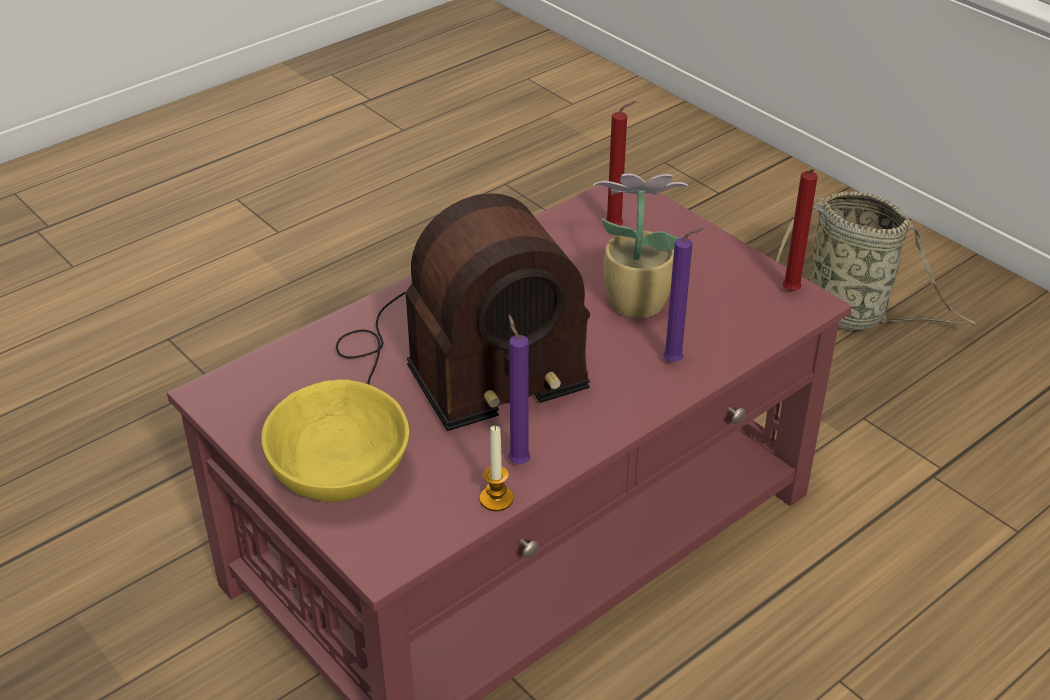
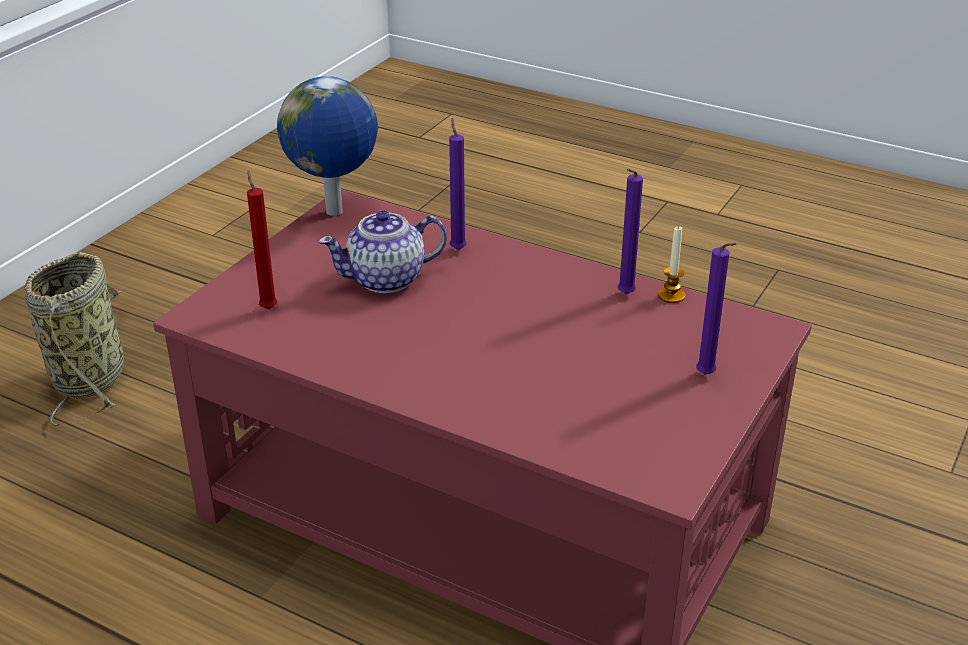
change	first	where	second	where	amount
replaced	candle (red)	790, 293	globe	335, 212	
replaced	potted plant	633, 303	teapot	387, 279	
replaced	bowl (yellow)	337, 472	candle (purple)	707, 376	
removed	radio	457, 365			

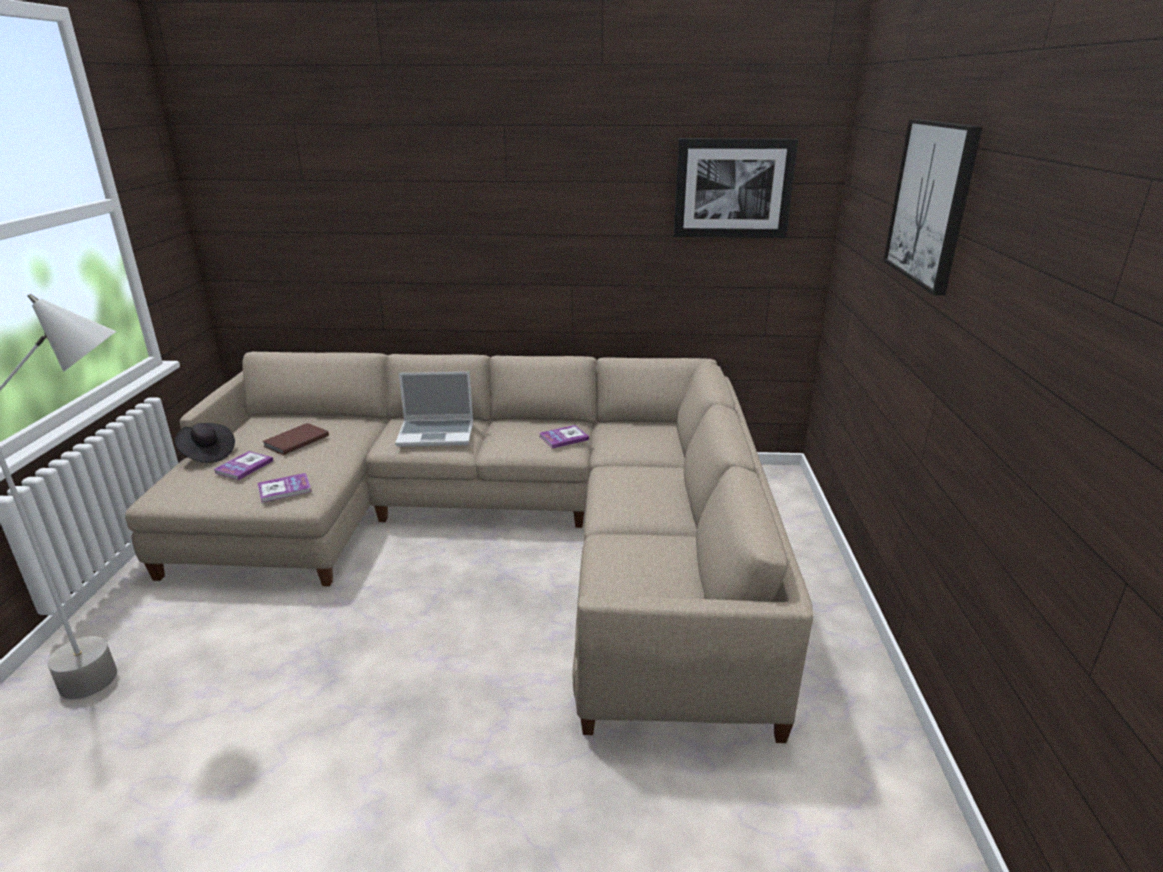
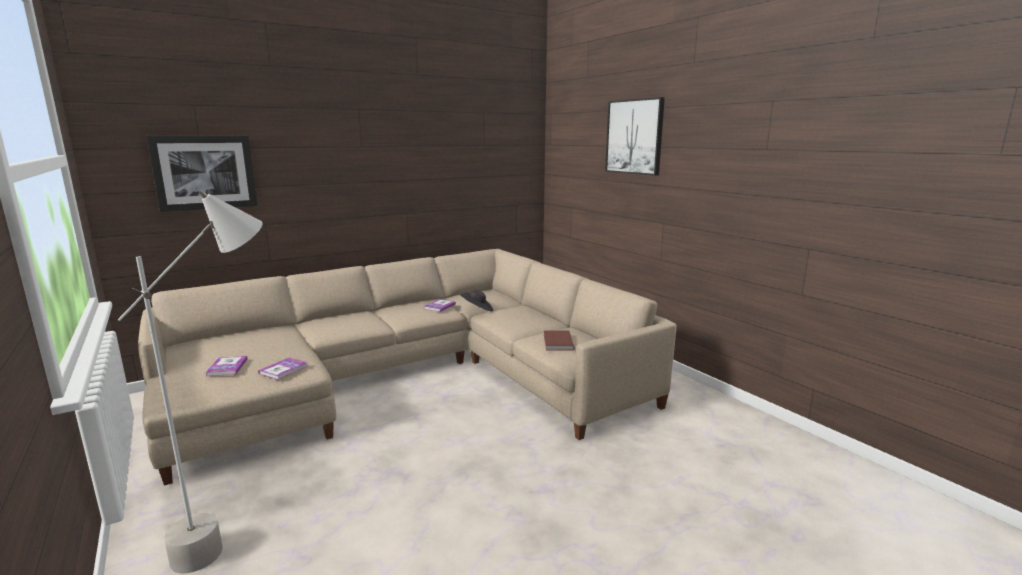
change	first	where	second	where	amount
moved	picture	733, 188		205, 172	
moved	hat (black)	207, 454		477, 310	
moved	book (brown)	295, 441		557, 342	
removed	laptop	437, 434			

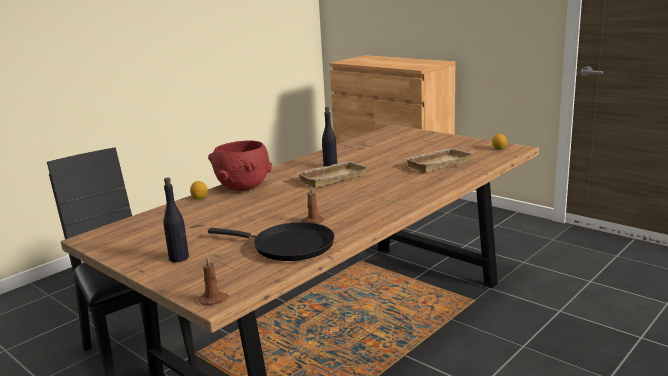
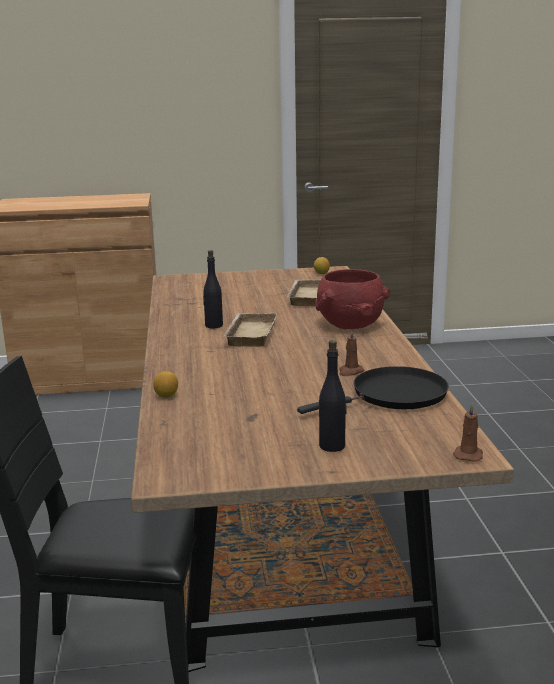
change	first	where	second	where	amount
moved	bowl (red)	243, 187		350, 325	

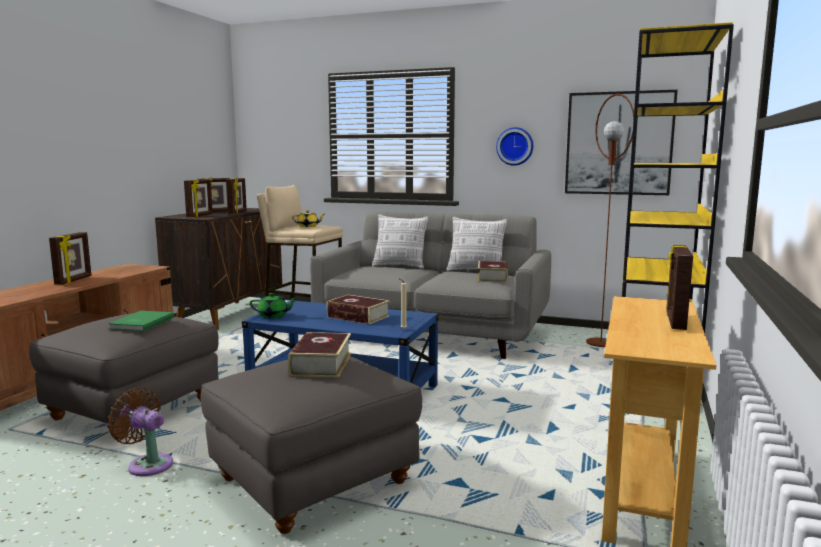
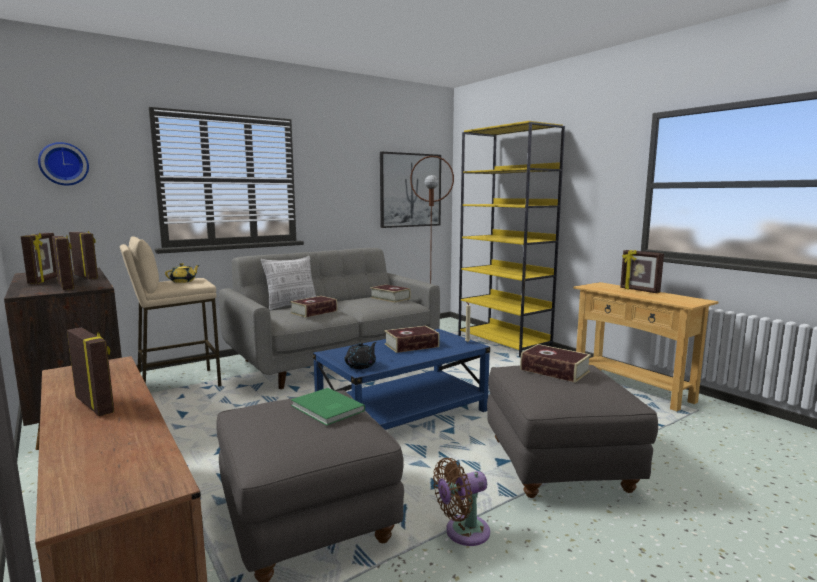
change	first	where	second	where	amount
moved	wall clock	515, 146		63, 164	
added			book	314, 312	
recoloured	teapot (green)	273, 316	teapot (black)	361, 365	
removed	pillow	476, 271			

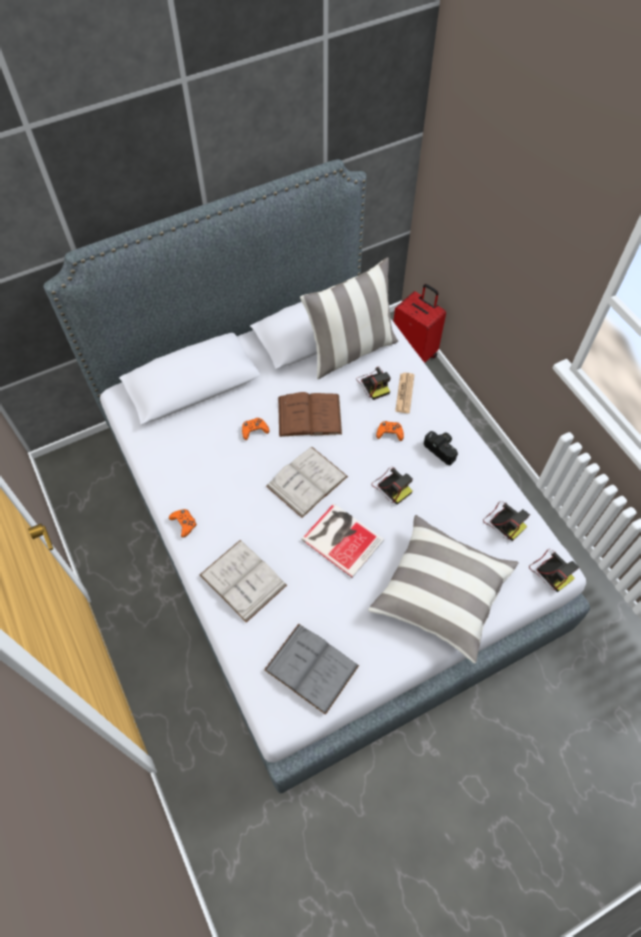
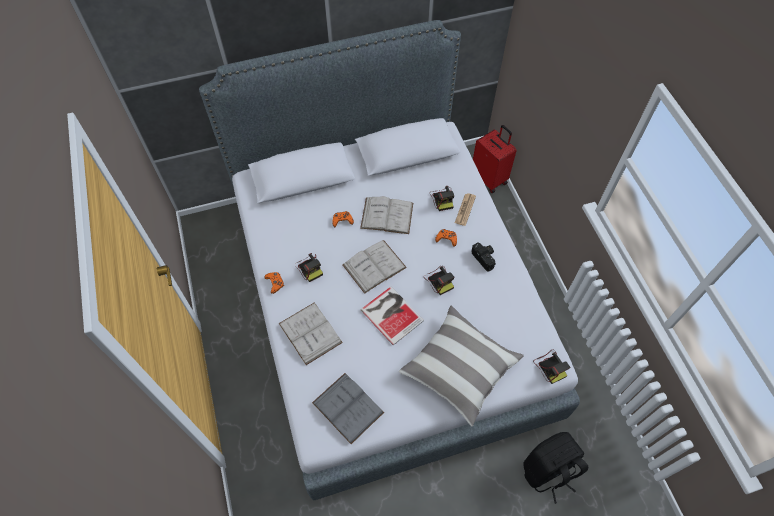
change	first	where	second	where	amount
moved	photo camera	504, 522		309, 268	
recoloured	book (brown)	309, 415	book (white)	387, 215	
added			backpack (black)	547, 471	
removed	pillow	350, 350			

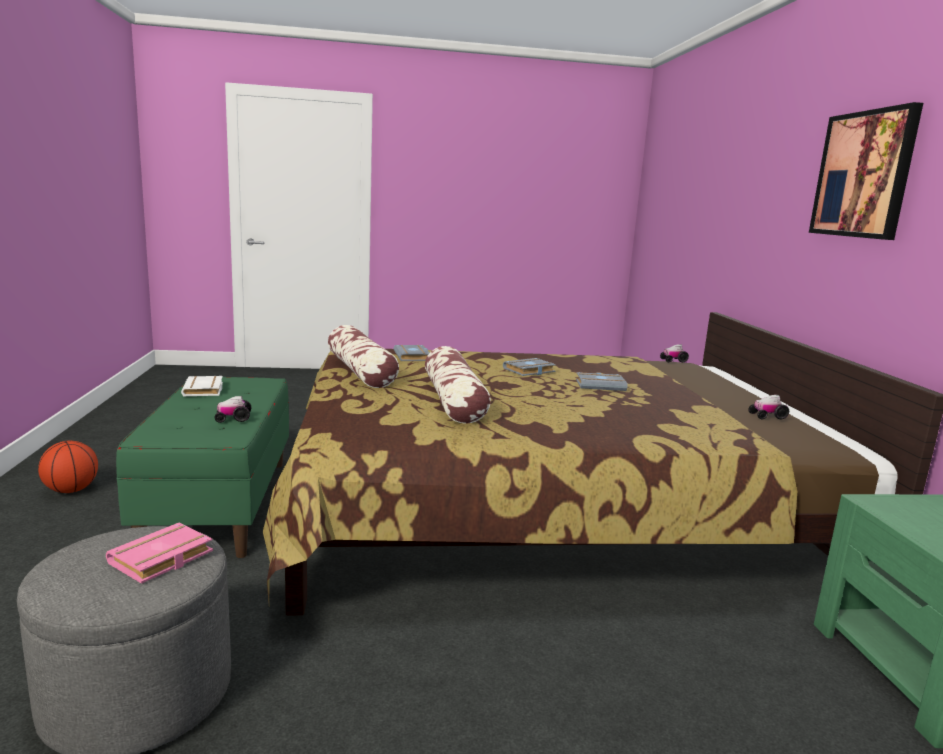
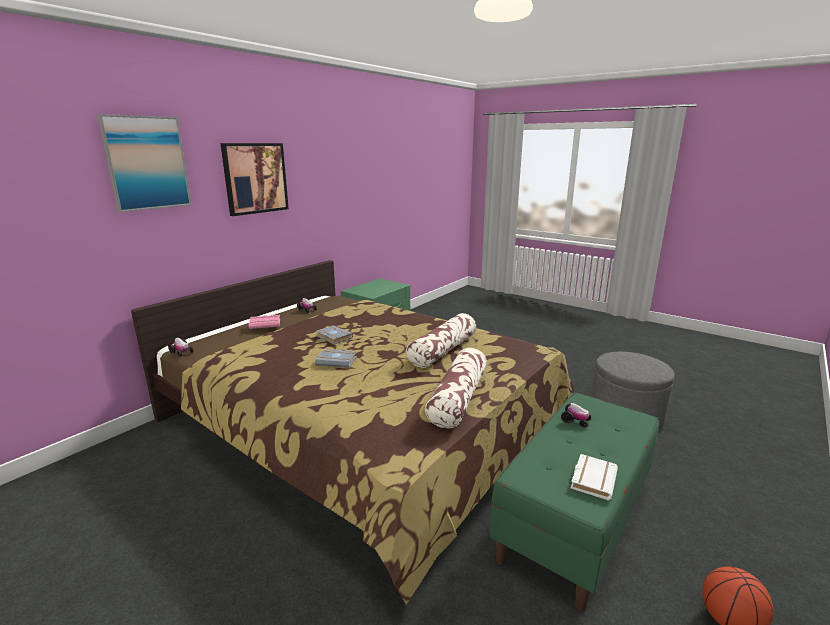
change	first	where	second	where	amount
added			picture	147, 163	
moved	book (pink)	161, 559		266, 324	
removed	book (grey)	413, 357			

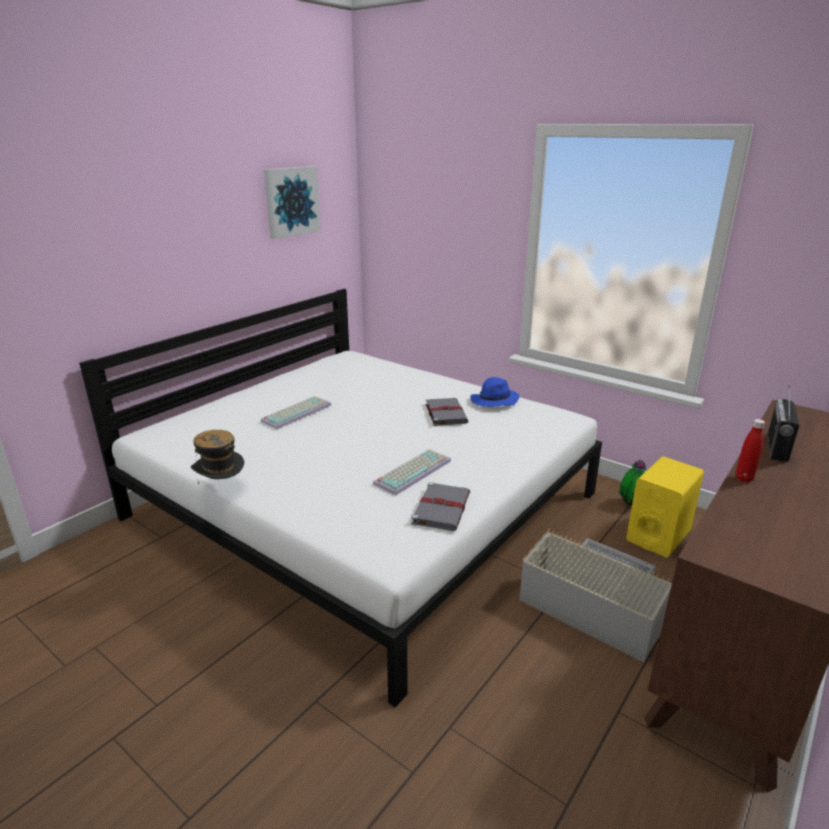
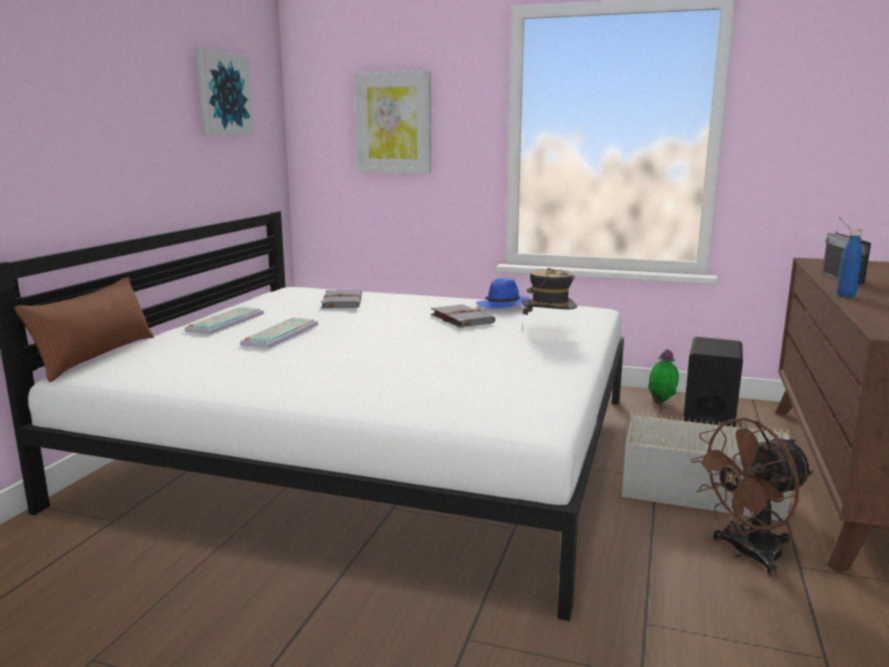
change	first	where	second	where	amount
added			pillow (brown)	97, 357	
moved	keyboard	412, 471		225, 321	
moved	book (grey)	441, 508		342, 301	
added			picture	393, 123	
moved	hat	221, 489		548, 330	
recoloured	speaker (yellow)	658, 535	speaker (black)	708, 422	
added			fan (brown)	747, 554	
recoloured	bottle (red)	744, 478	bottle (blue)	846, 295	

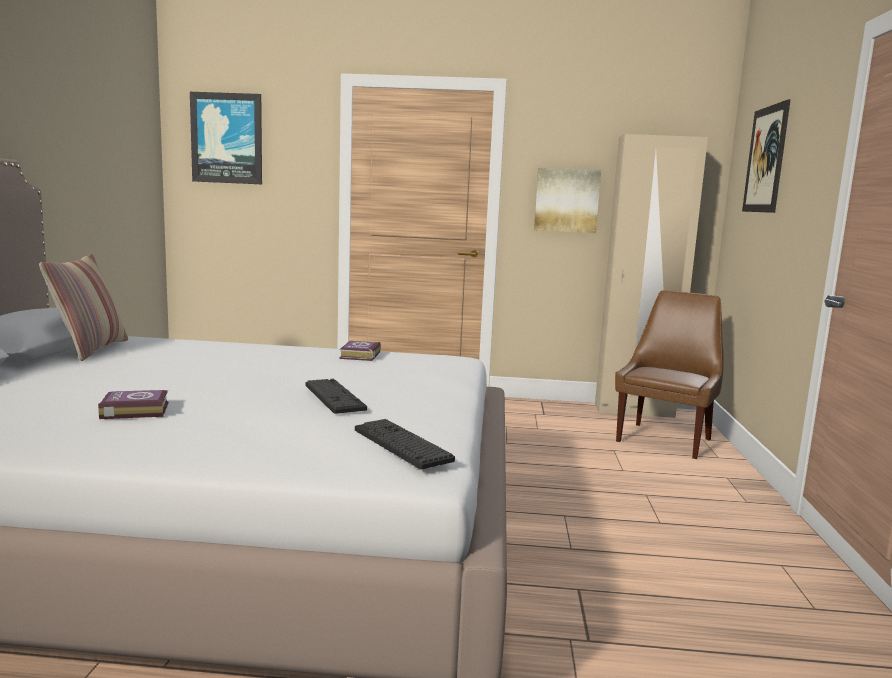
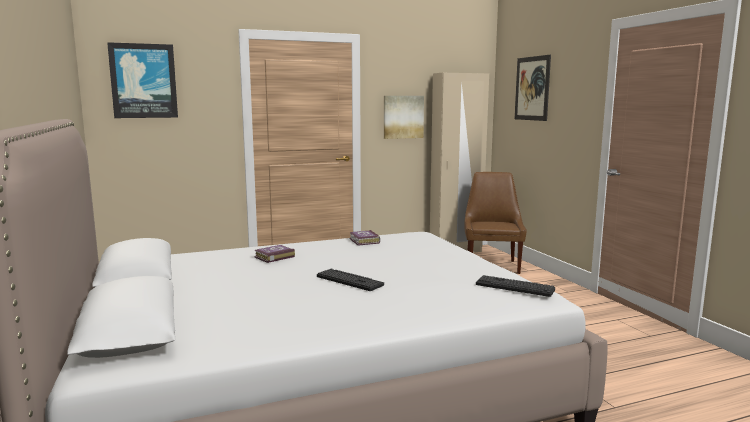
change	first	where	second	where	amount
moved	book	133, 410		273, 257	
moved	keyboard	334, 397		349, 280	
removed	pillow	91, 349			

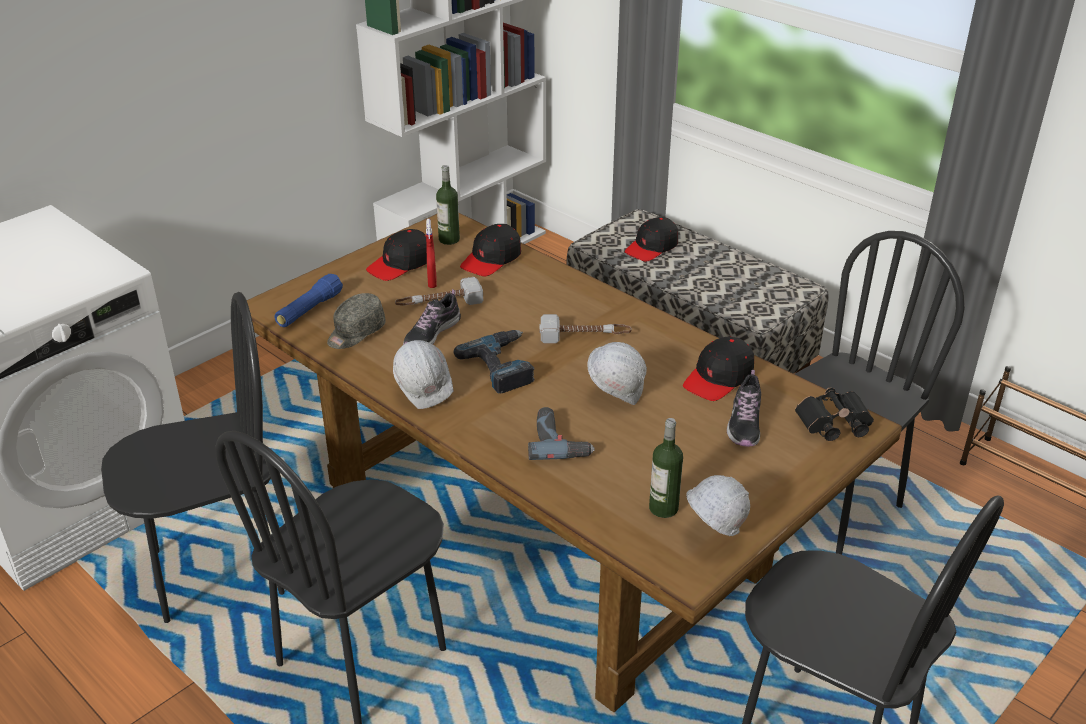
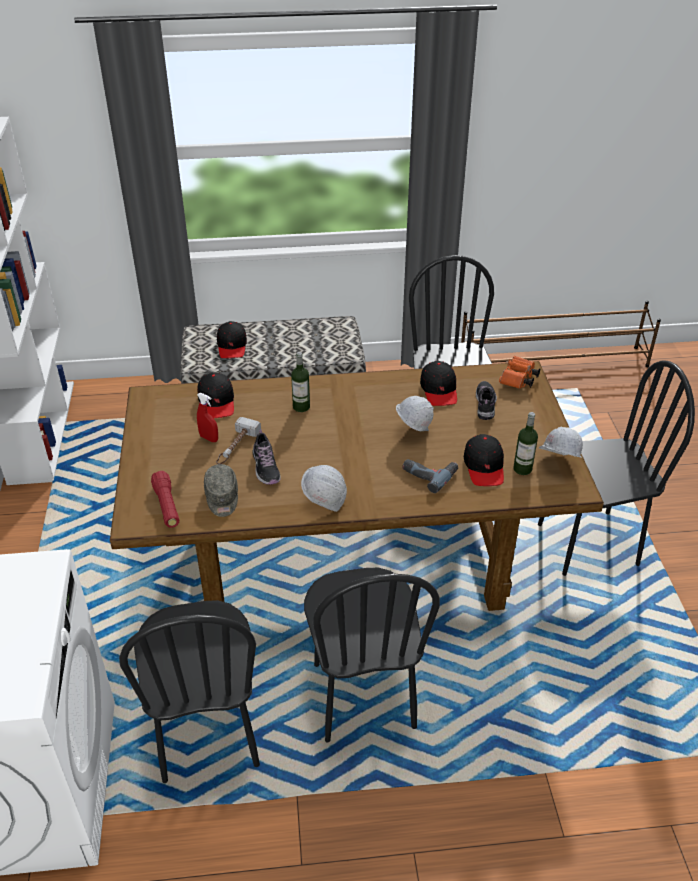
change	first	where	second	where	amount
turned	chair (black)	218, 571		207, 732	150 degrees clockwise
recoloured	flashlight (blue)	309, 310	flashlight (red)	167, 506	
moved	bottle	449, 239		301, 407	
moved	cap (black)	400, 264		484, 467	
turned	shoe	744, 423		485, 404	135 degrees counterclockwise
recoloured	binoculars (black)	832, 427	binoculars (orange)	518, 380	
removed	power drill	503, 366			
removed	hammer	585, 335			

